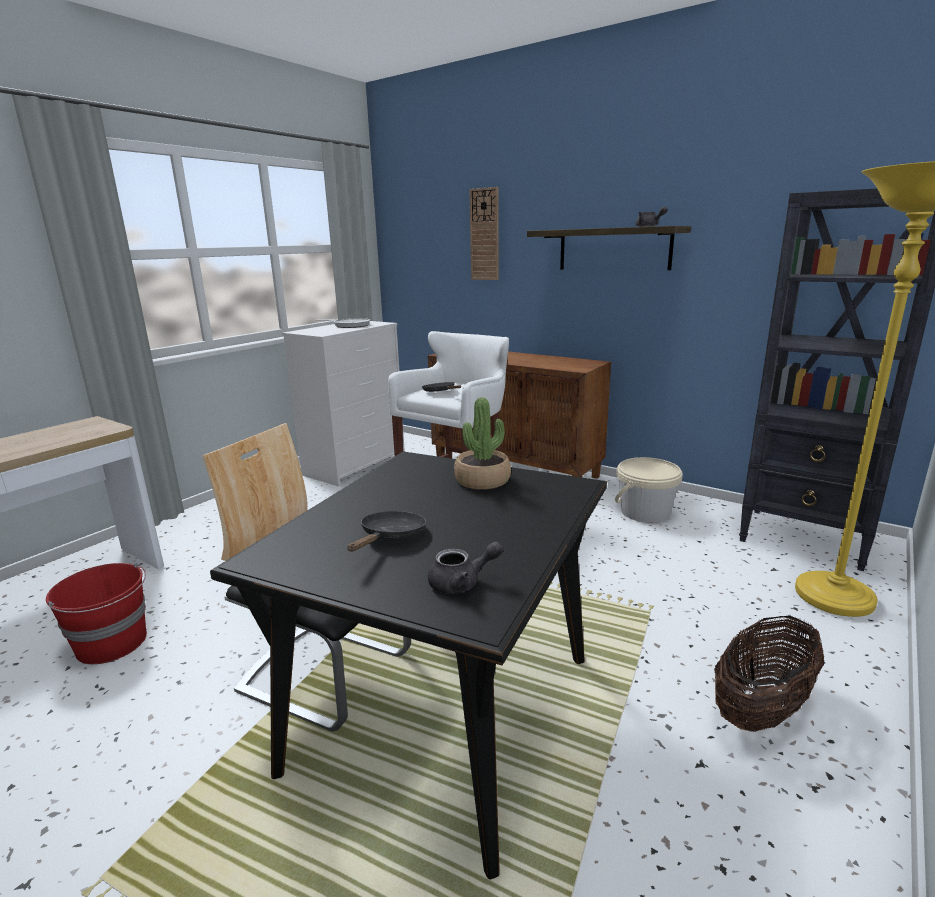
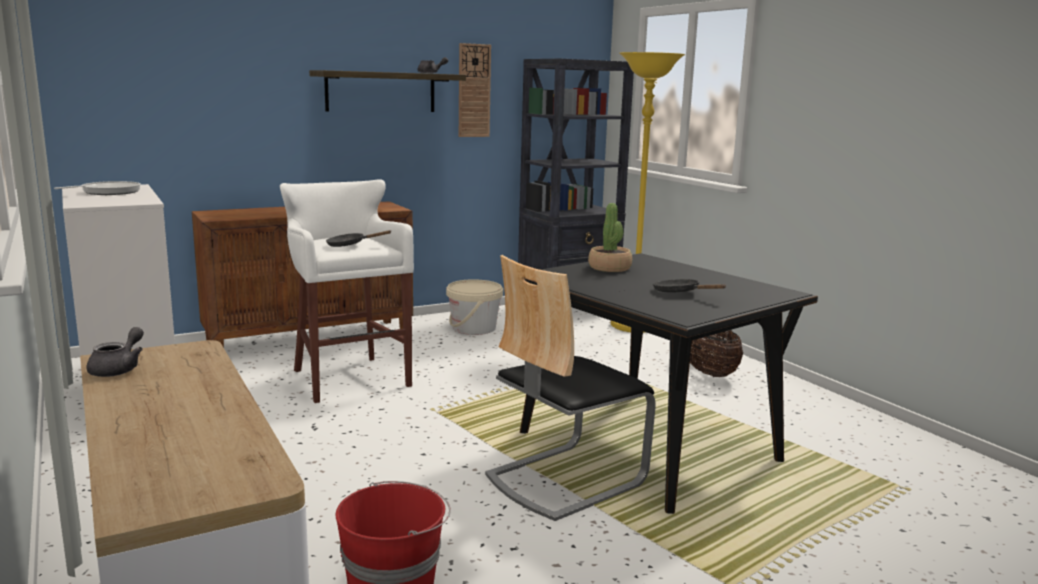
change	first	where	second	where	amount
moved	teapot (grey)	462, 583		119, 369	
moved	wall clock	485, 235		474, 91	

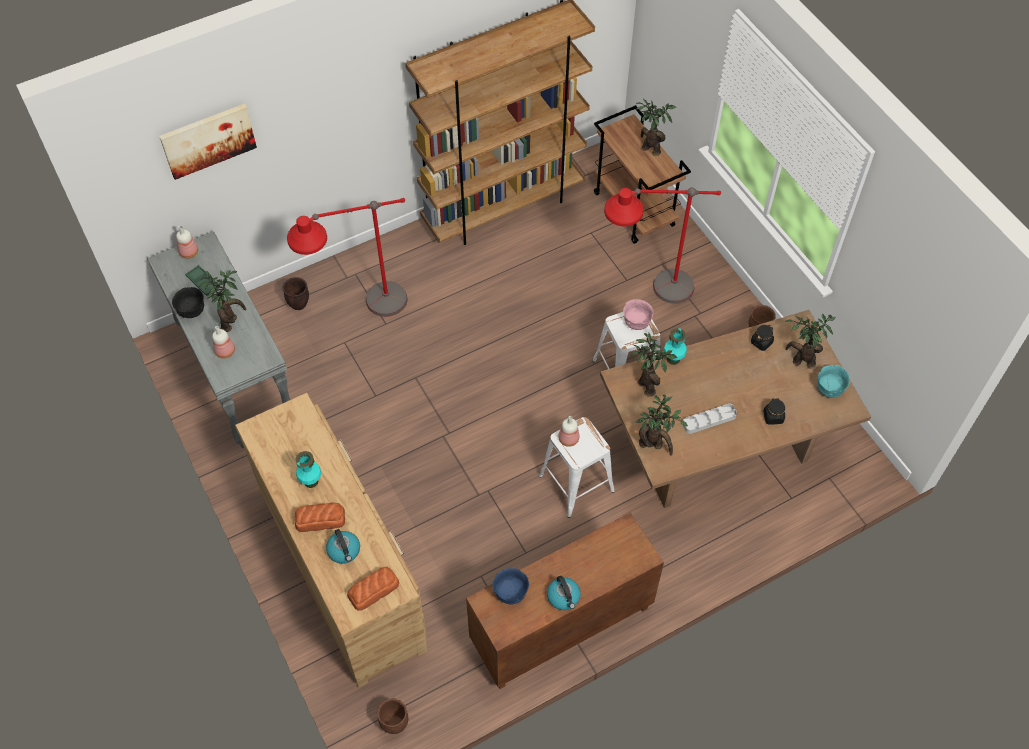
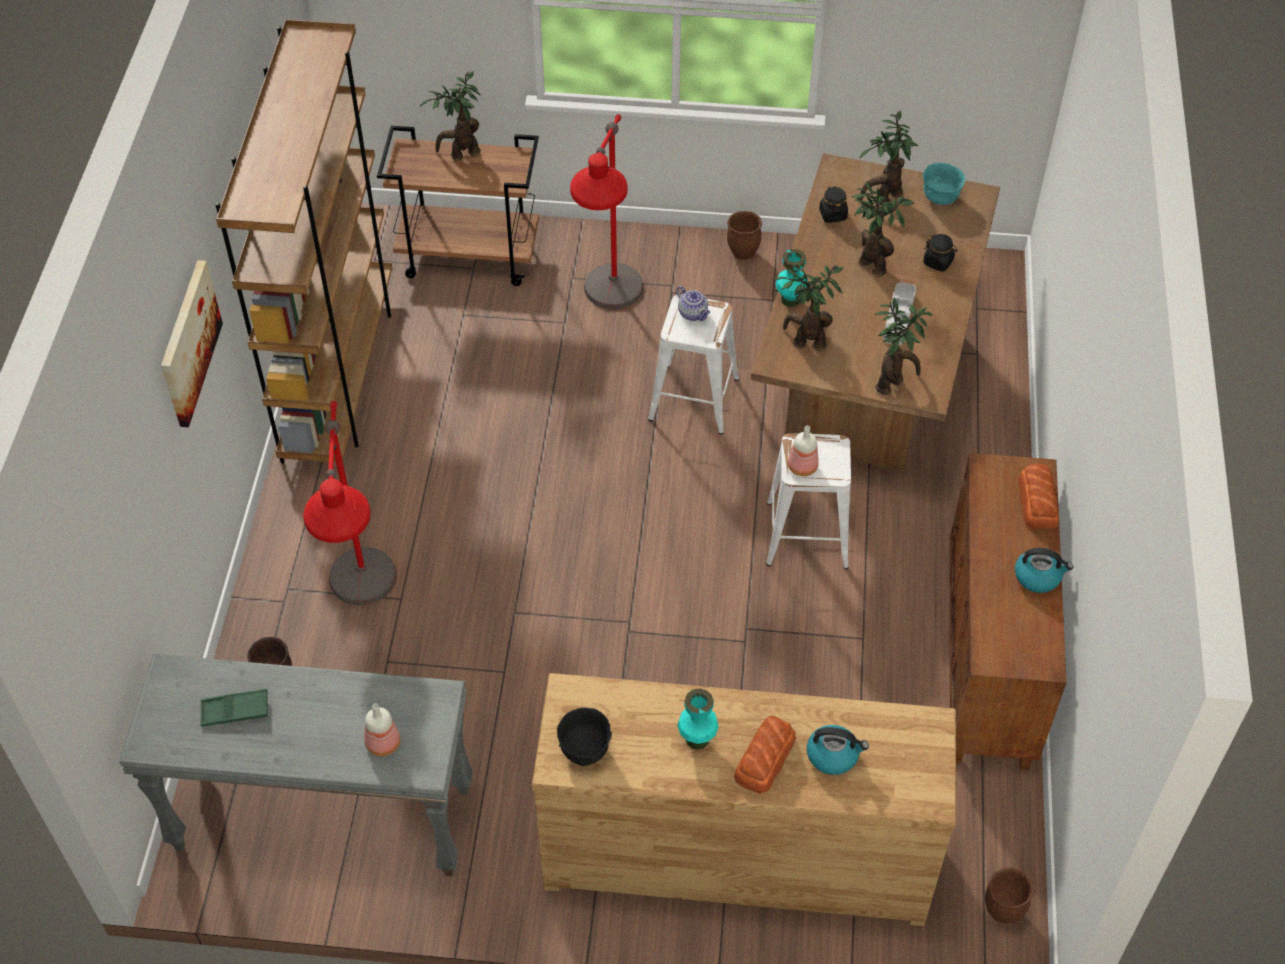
change	first	where	second	where	amount
moved	picture	208, 140		188, 343	
moved	bowl (black)	192, 311		585, 750	
replaced	bowl (pink)	636, 323	teapot	693, 314	
moved	potted plant	231, 321		871, 264	
moved	bread	374, 590		1038, 501	
removed	bottle	188, 253			
removed	bowl (blue)	510, 593			

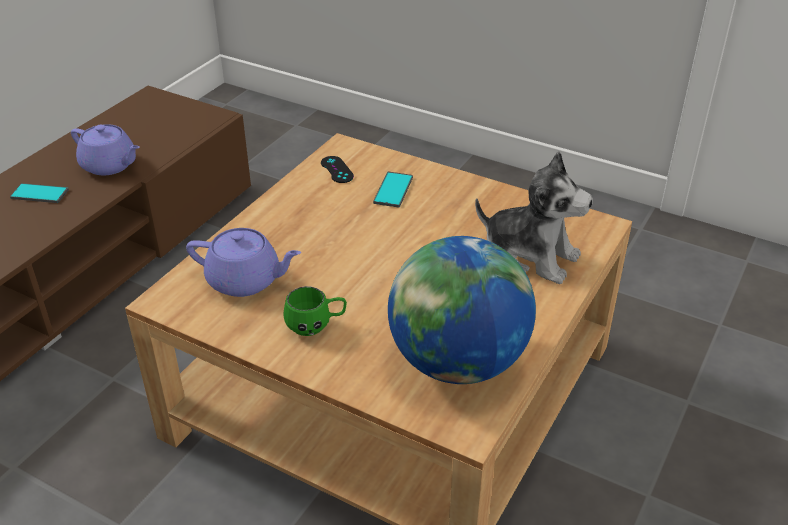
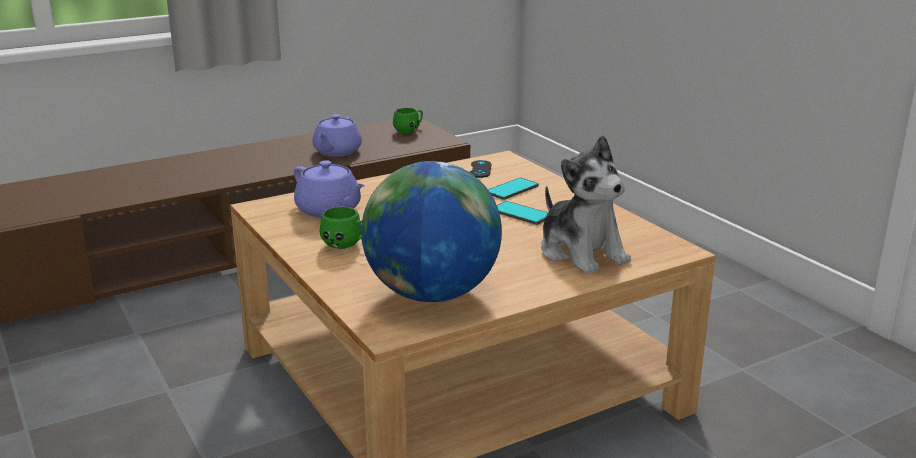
change	first	where	second	where	amount
turned	teapot (purple)	110, 165		336, 152	45 degrees clockwise
added			mug (green)	409, 131	
moved	phone	40, 194		521, 214	

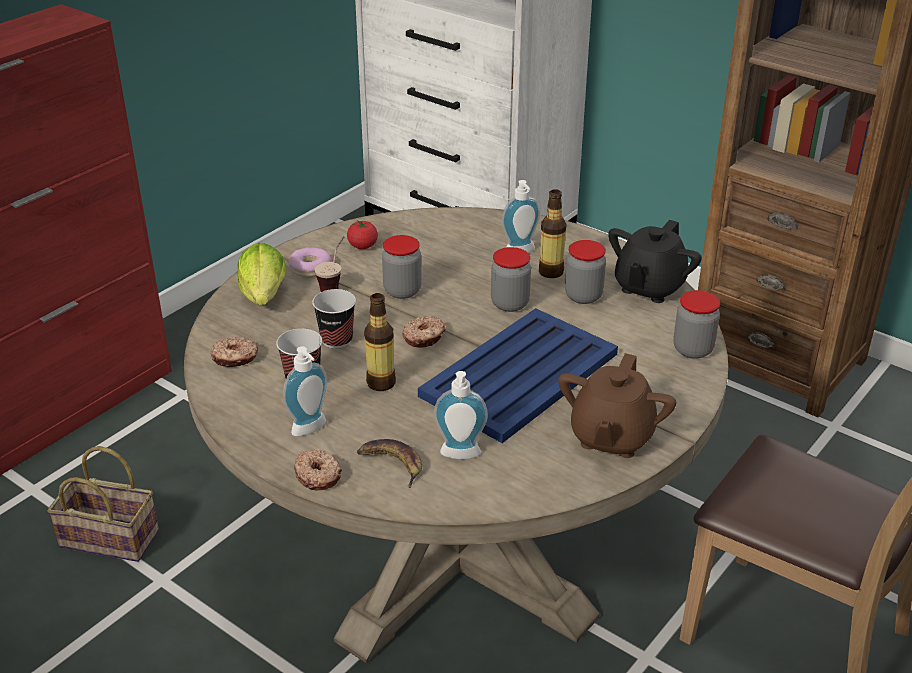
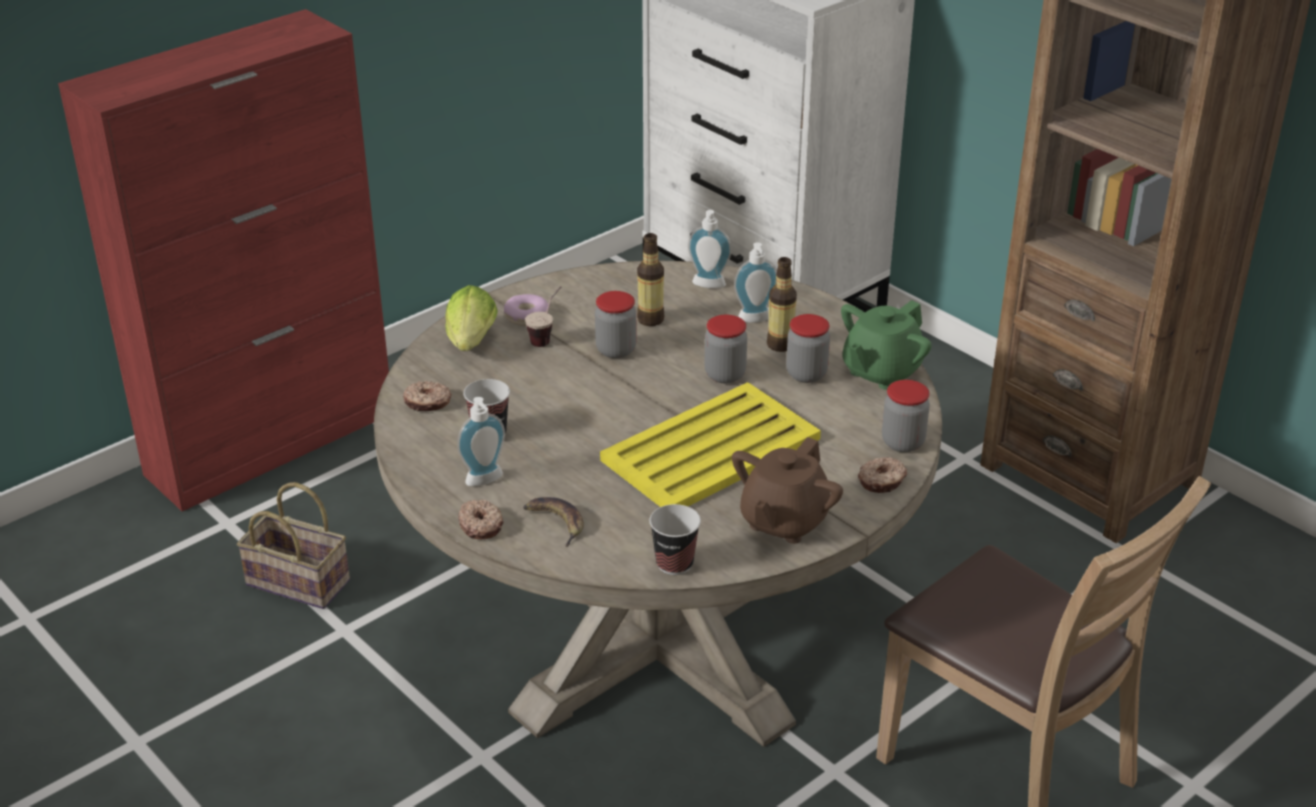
change	first	where	second	where	amount
recoloured	tray (blue)	521, 374	tray (yellow)	713, 449	
moved	bottle	381, 383		650, 319	
moved	cup	337, 340		674, 564	
moved	soap dispenser	460, 456		708, 286	
recoloured	teapot (black)	649, 287	teapot (green)	881, 372	
moved	donut	424, 337		882, 481	
removed	tomato	363, 246			

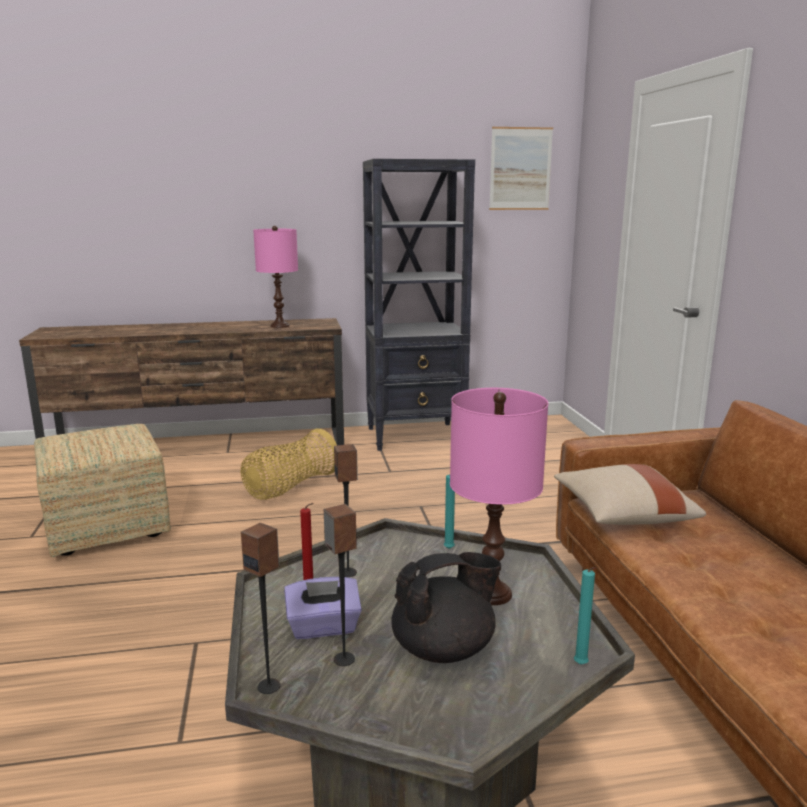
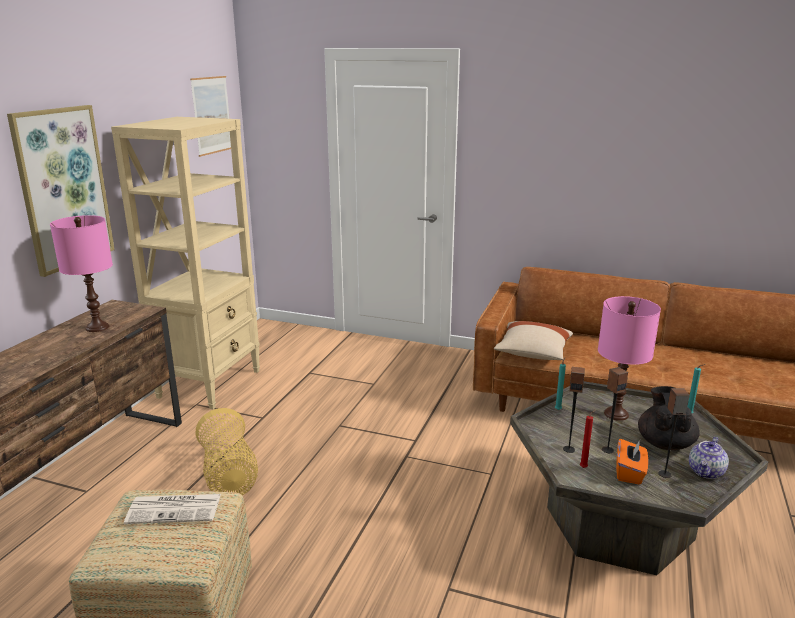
change	first	where	second	where	amount
added			picture	63, 188	
recoloured	bookcase (black)	416, 436	bookcase (beige)	210, 383	
added			newspaper	175, 509	
moved	speaker	269, 686		607, 450	
recoloured	tissue box (purple)	323, 627	tissue box (orange)	629, 473	
added			teapot	706, 472	

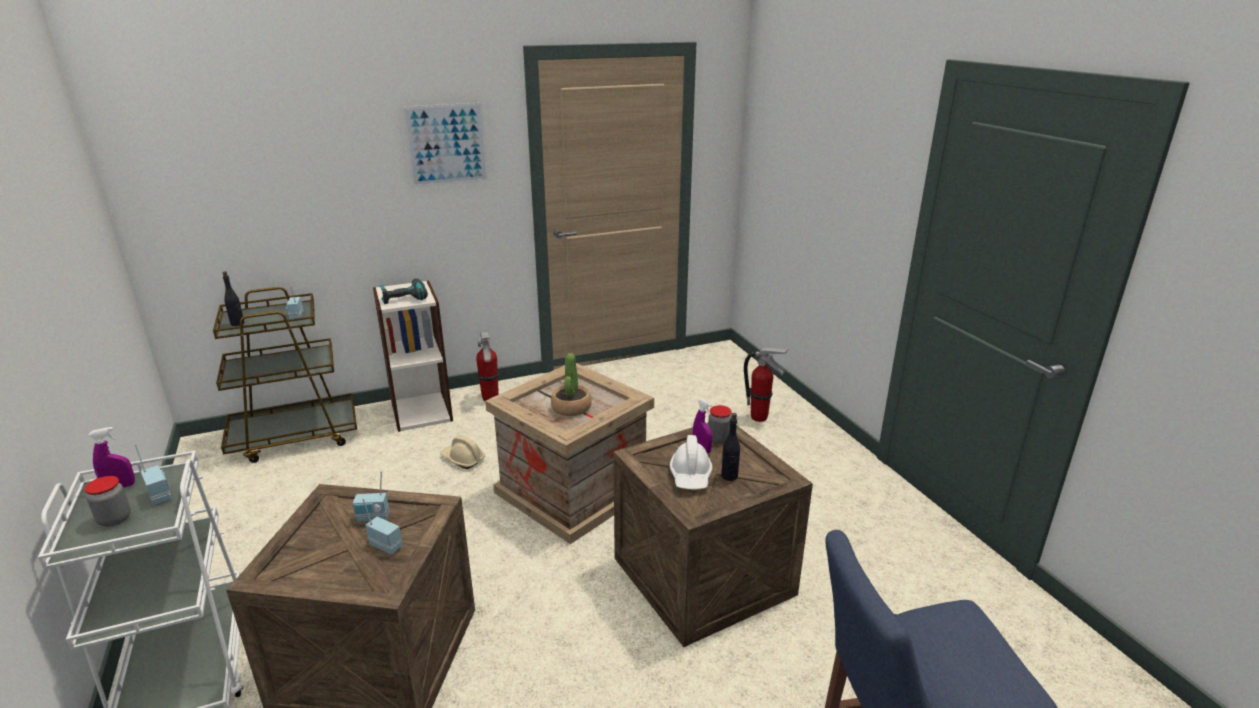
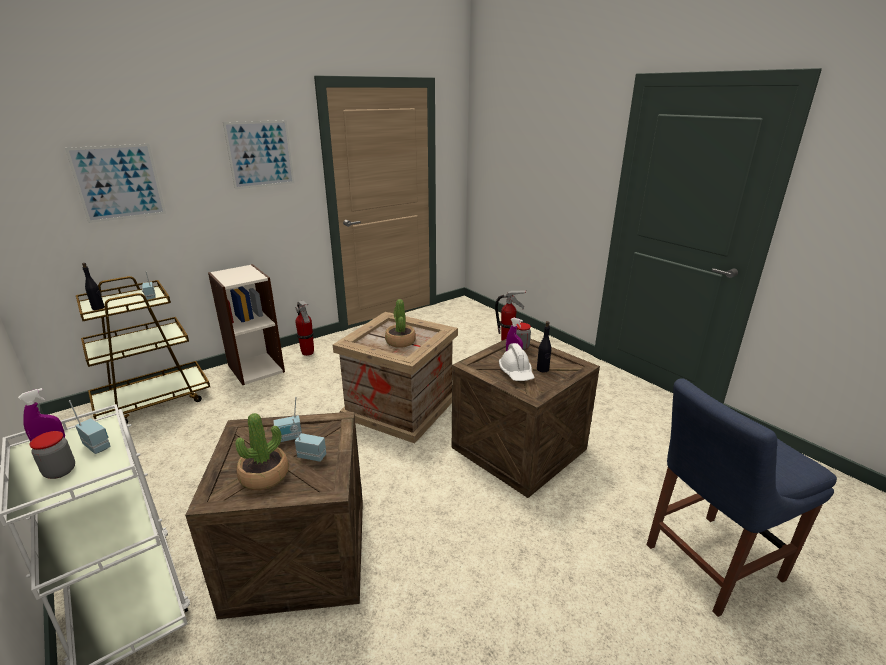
change	first	where	second	where	amount
added			picture	118, 182	
added			potted plant	264, 476	
removed	power drill	404, 297			
removed	hard hat (beige)	462, 459			

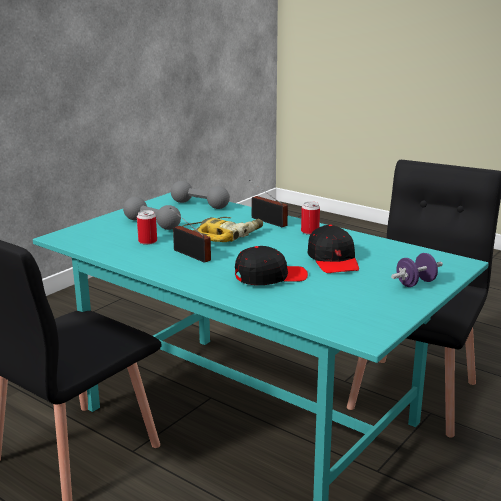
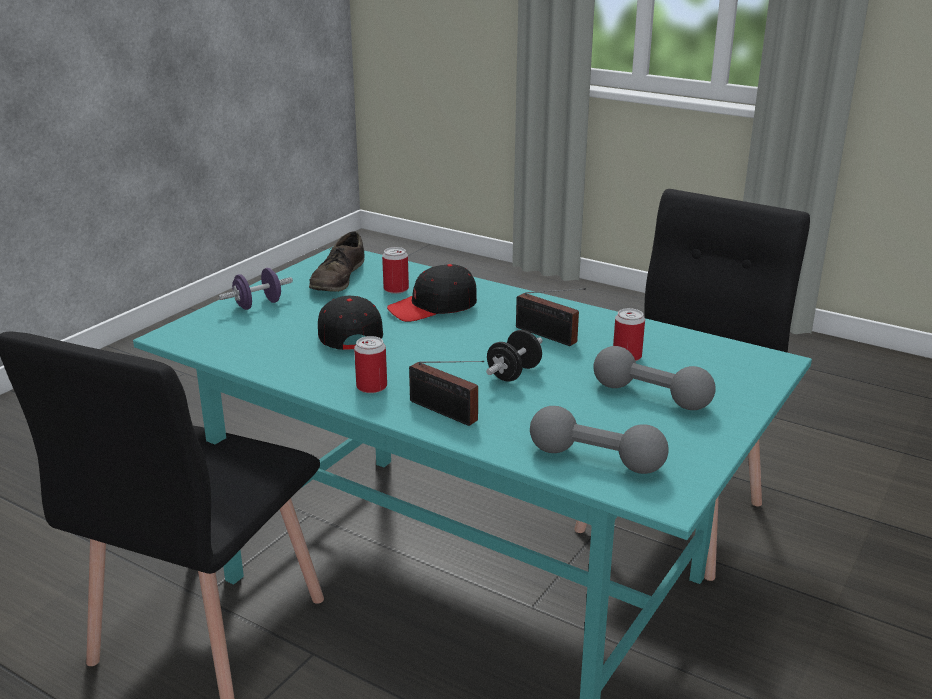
change	first	where	second	where	amount
added			shoe (brown)	338, 278	
added			can	396, 289	
replaced	power drill	224, 235	dumbbell (black)	514, 373	

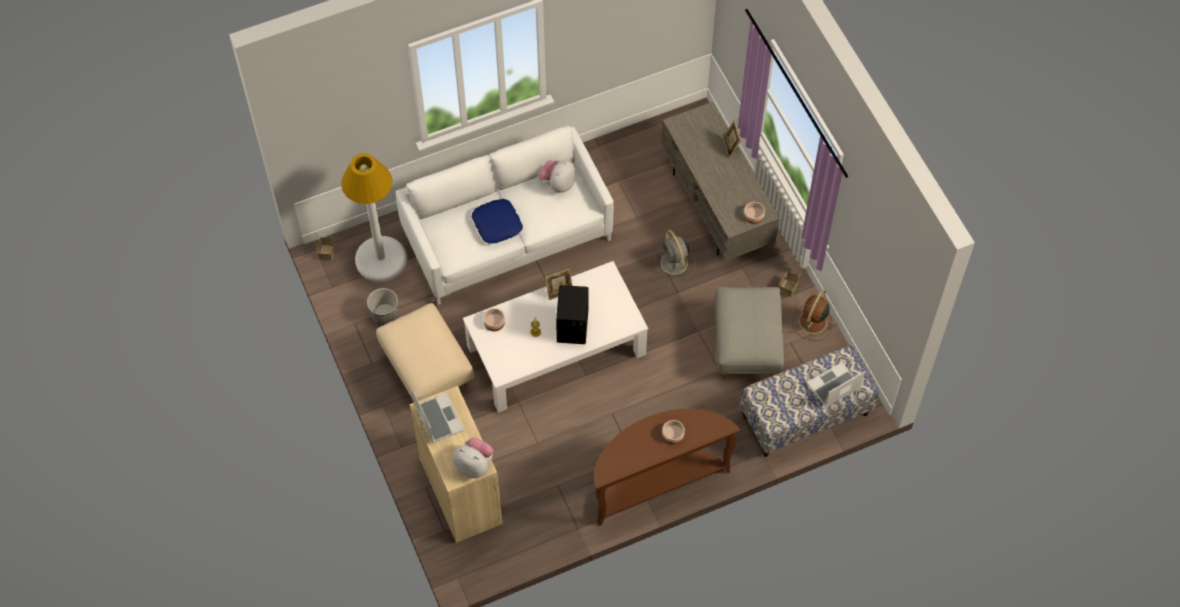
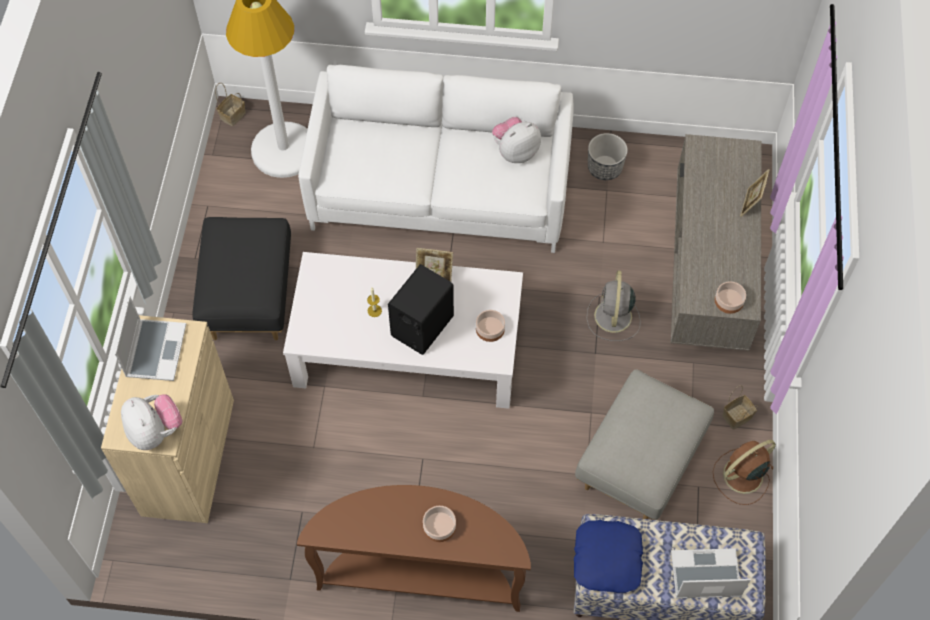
change	first	where	second	where	amount
recoloured	ottoman (beige)	426, 369	ottoman (black)	248, 296	
moved	bowl	494, 322		489, 328	
moved	pillow (blue)	497, 224		608, 559	
moved	planter	384, 313		605, 168	

